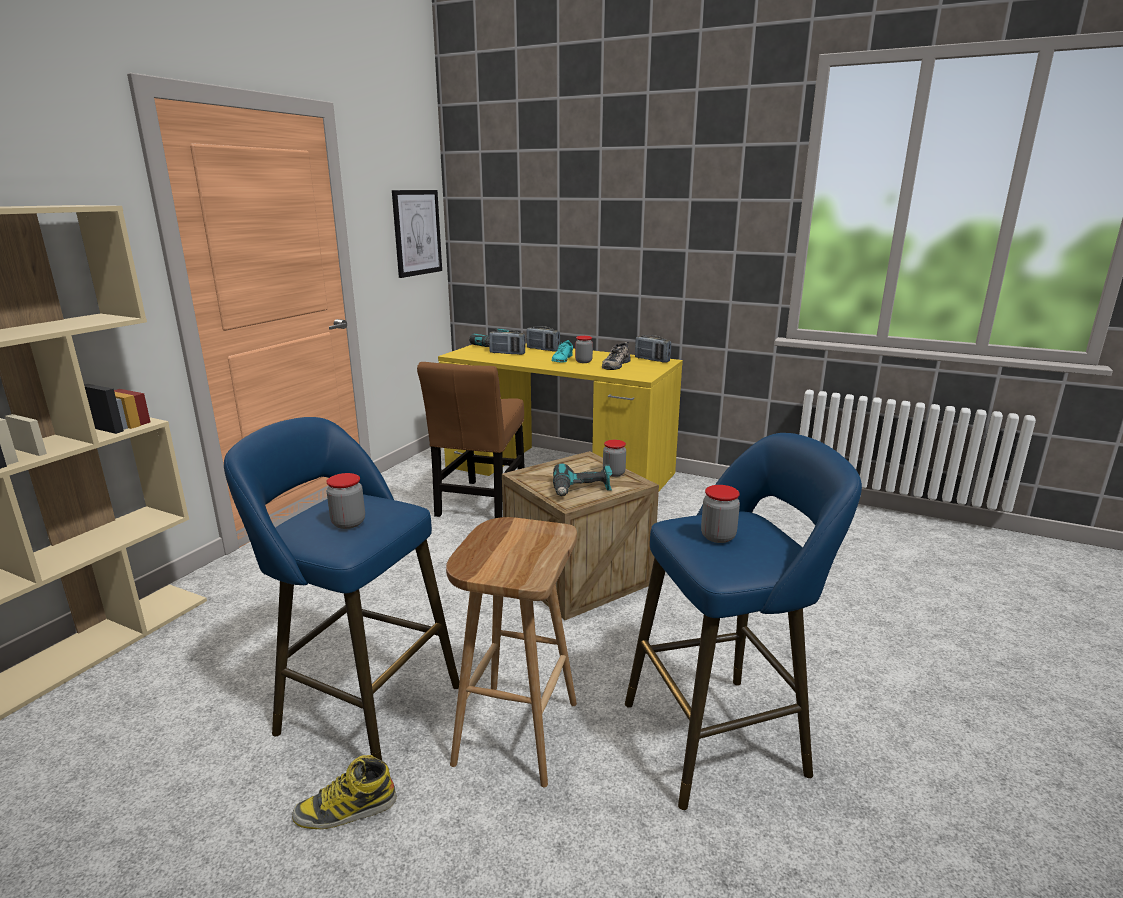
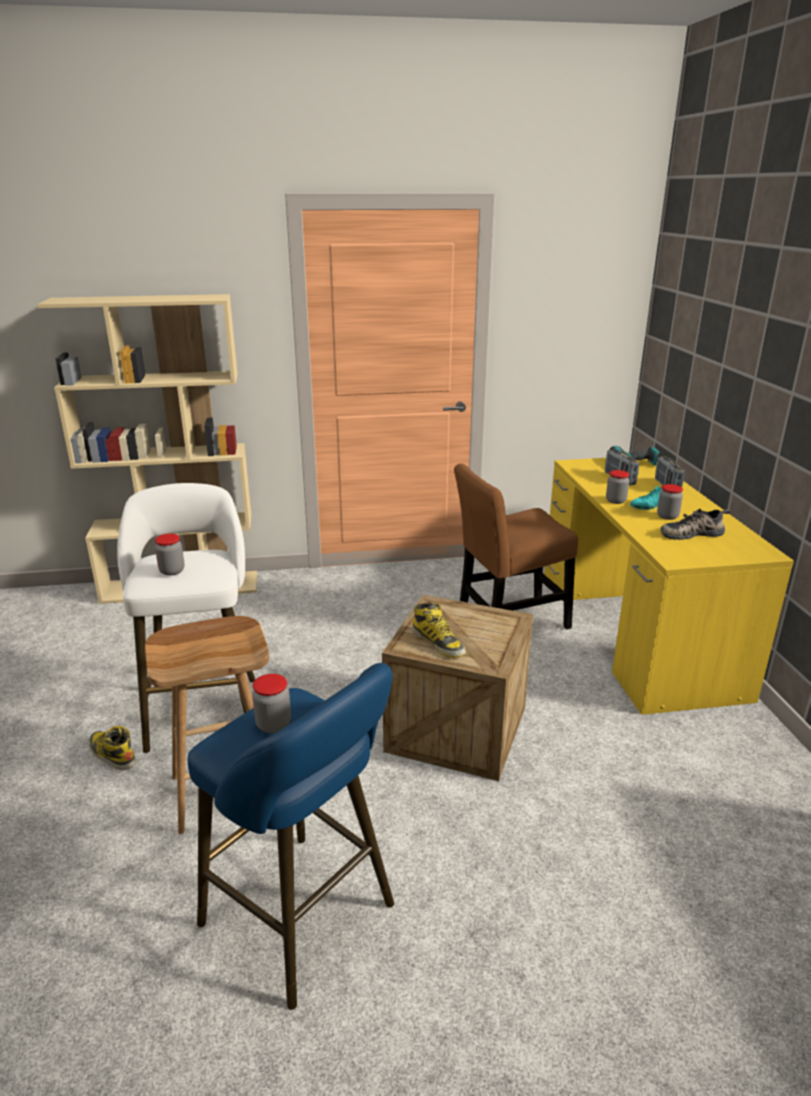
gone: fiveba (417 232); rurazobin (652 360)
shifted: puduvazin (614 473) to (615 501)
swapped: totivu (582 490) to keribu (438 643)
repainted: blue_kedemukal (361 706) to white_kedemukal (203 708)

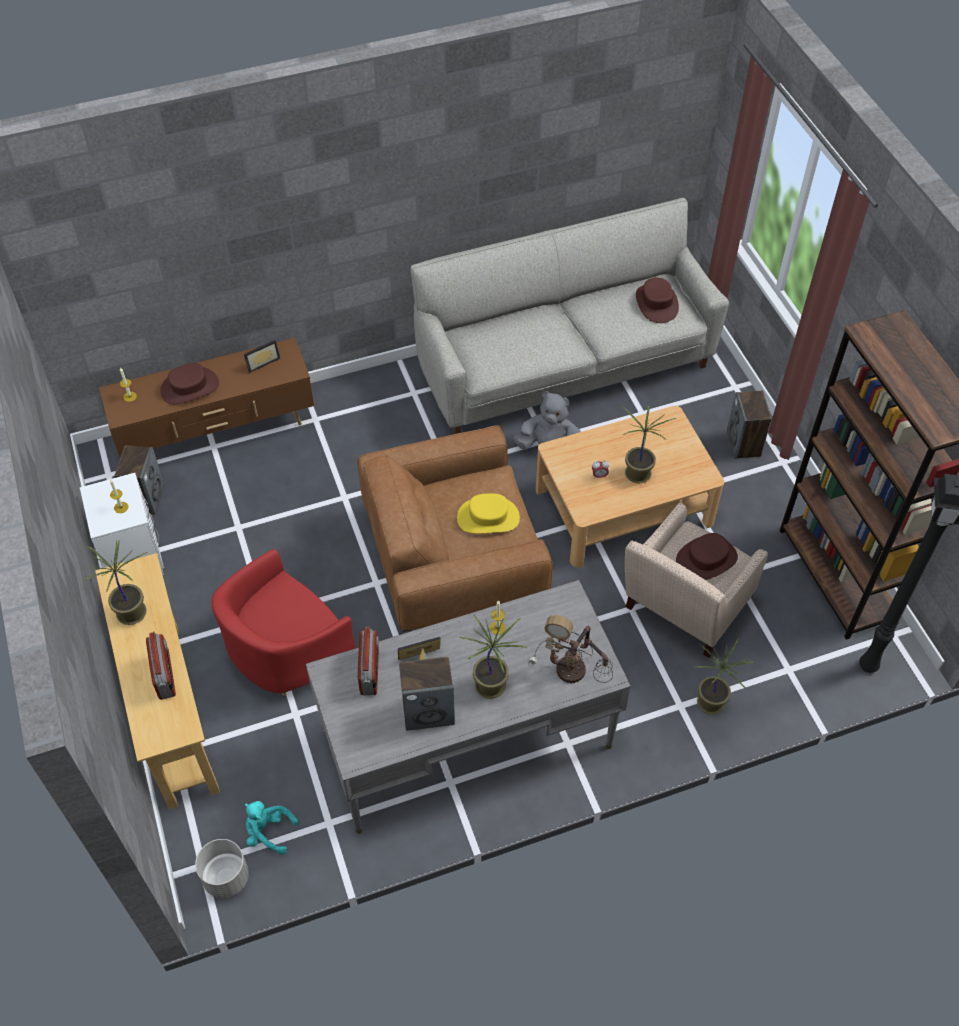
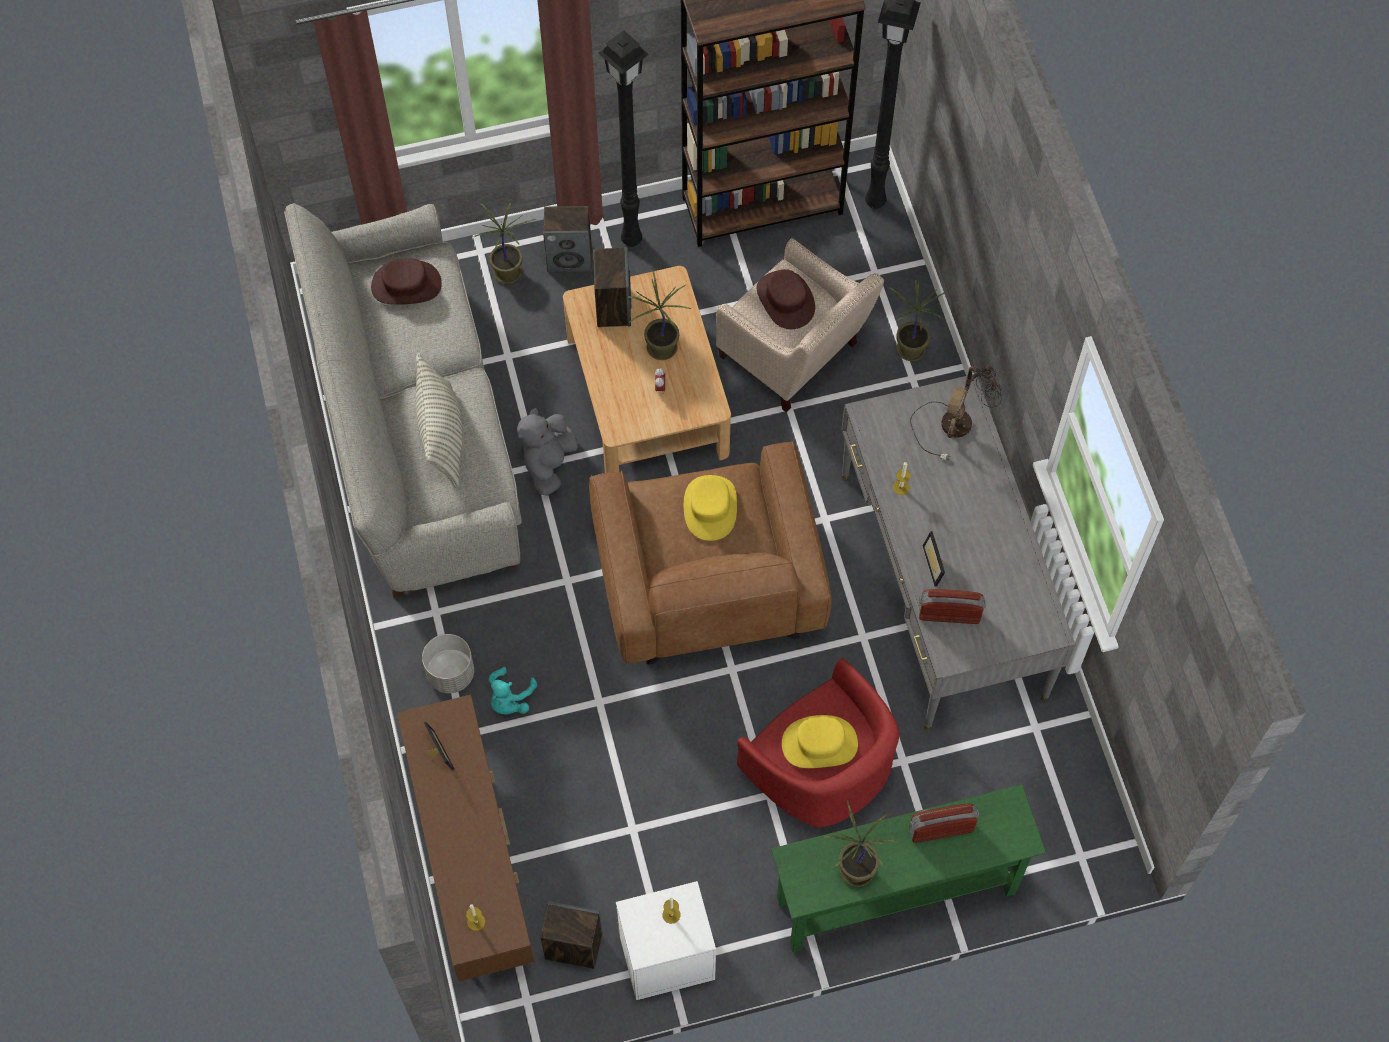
gone: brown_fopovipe (189 387)
new: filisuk (442 435); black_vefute (633 240); yellow_fopovipe (819 743)
shifted: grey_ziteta (226 877) to (450 674); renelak (491 685) to (507 271); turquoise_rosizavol (268 832) to (510 700); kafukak (429 711) to (613 307)
repainted: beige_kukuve (172 714) to green_kukuve (896 896)

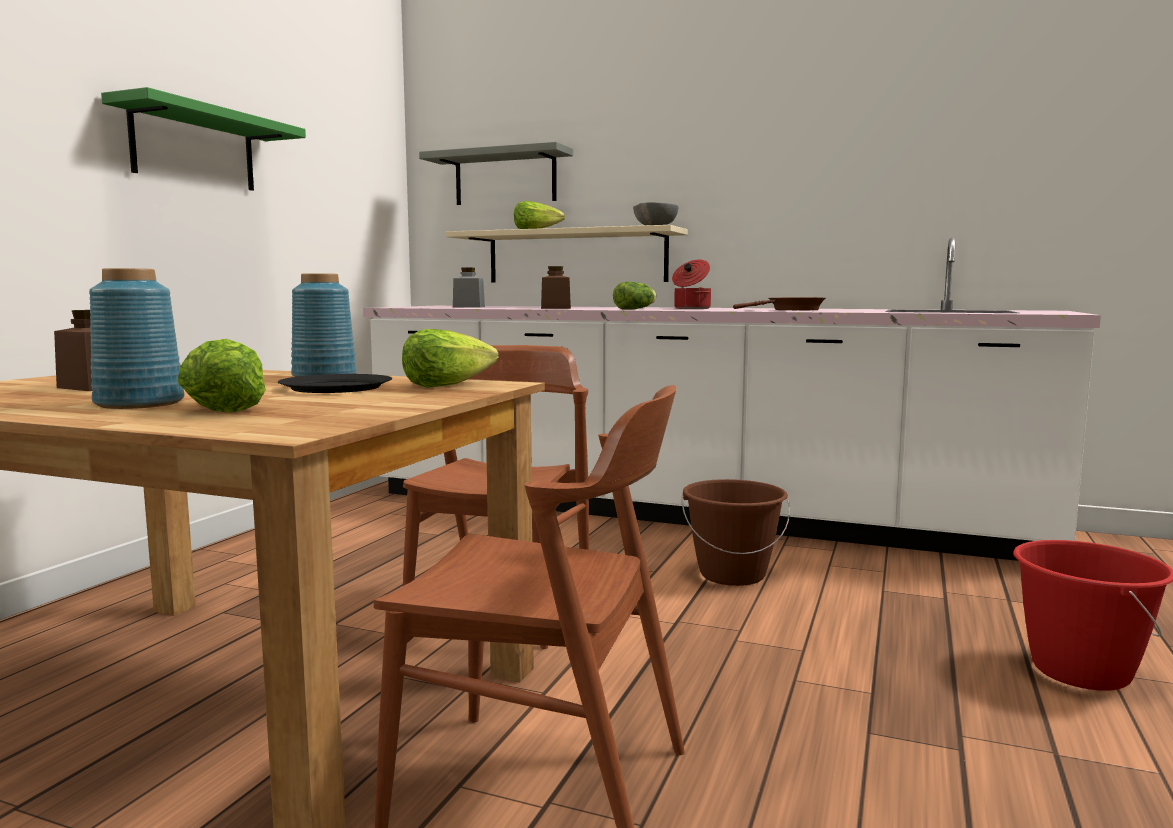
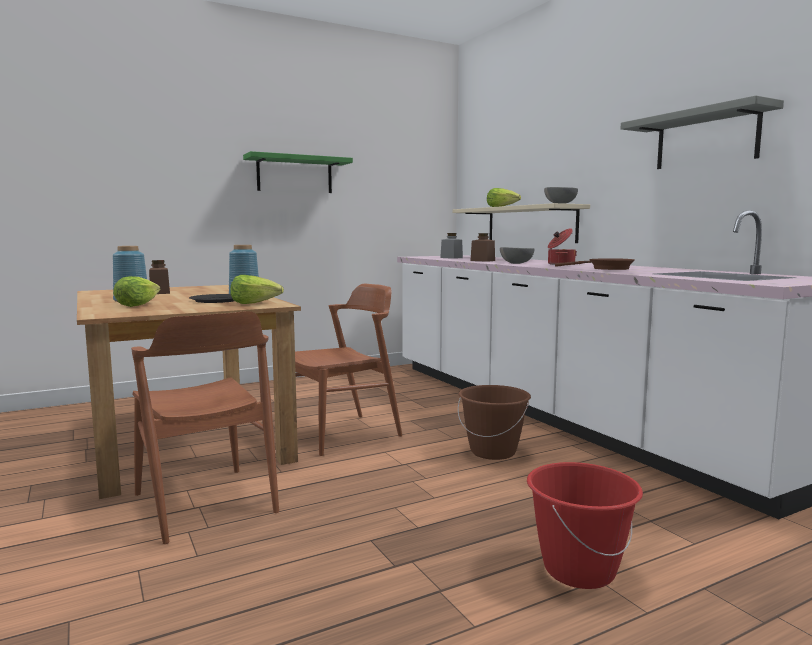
shifted: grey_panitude (505 178) to (706 139)
swapped: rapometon (636 309) to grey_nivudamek (515 263)

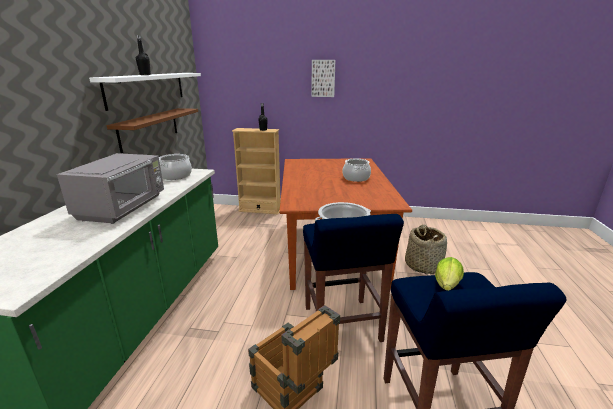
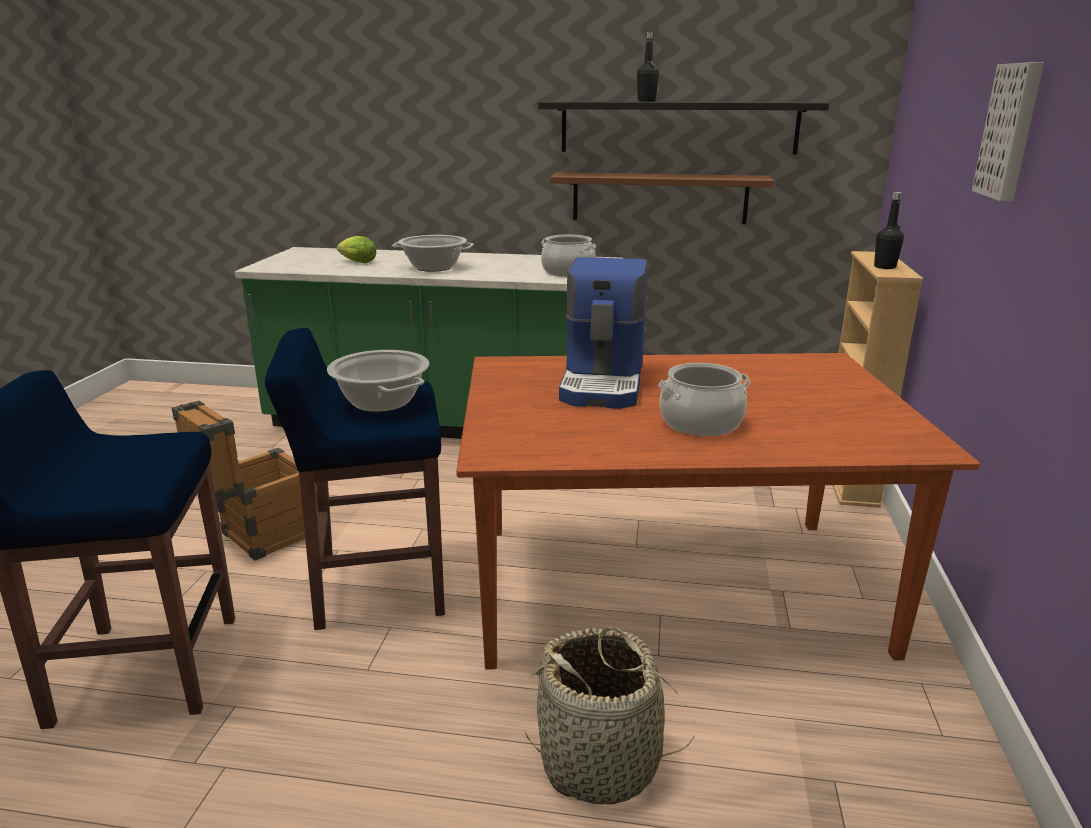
new: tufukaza (604 383)
shifted: rapometon (446 286) to (356 262)
swapped: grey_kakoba (123 208) to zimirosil (434 267)
repainted: white_panitude (147 88) to black_panitude (678 127)

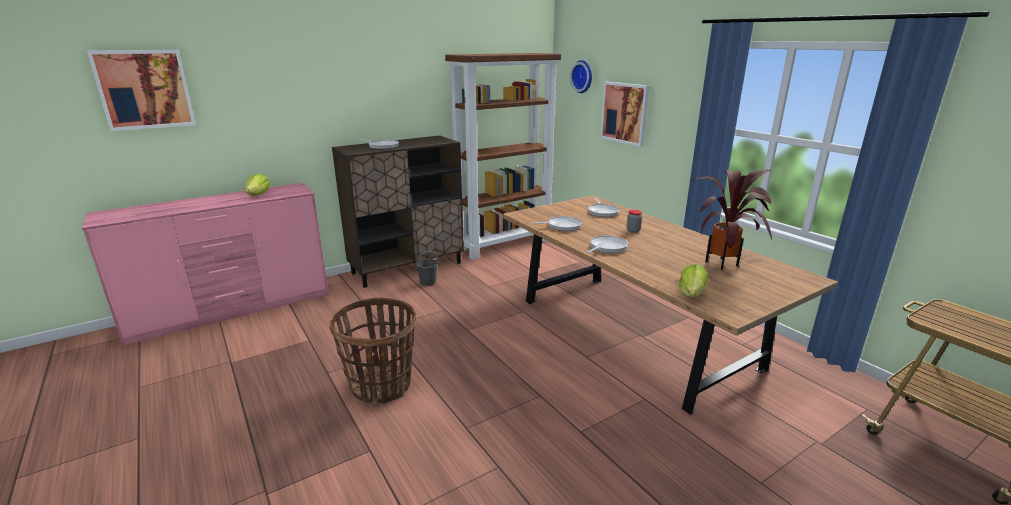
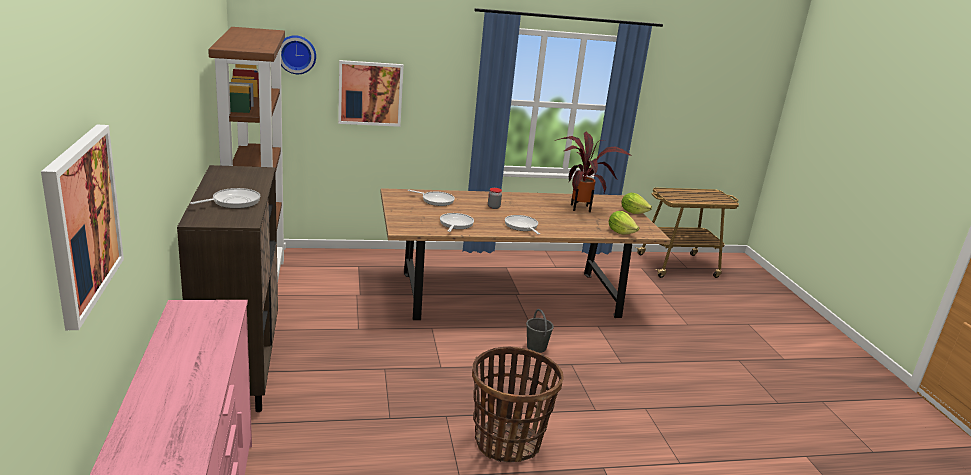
shifted: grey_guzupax (428 282) to (536 347); rapometon (259 195) to (633 212)

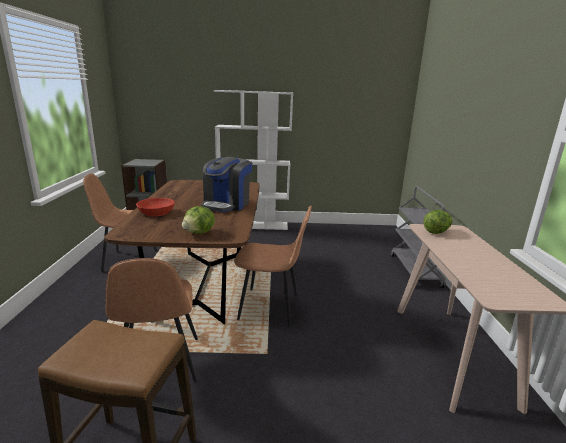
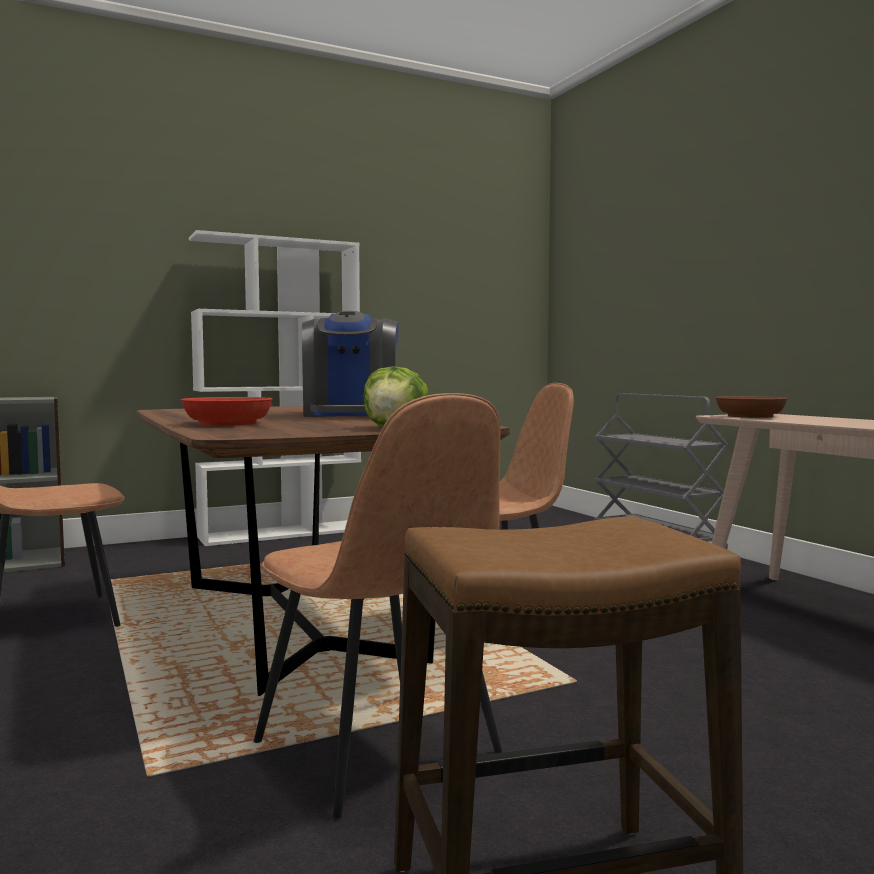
swapped: rapometon (436 232) to brown_nivudamek (749 416)

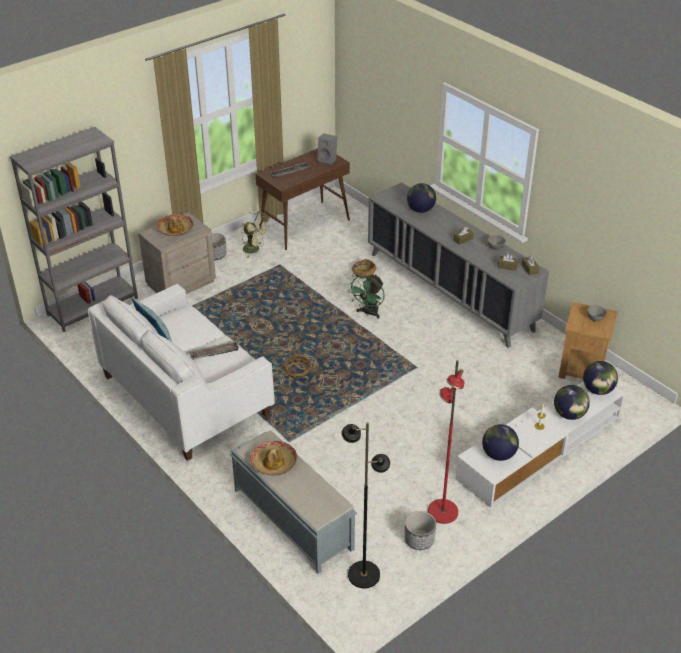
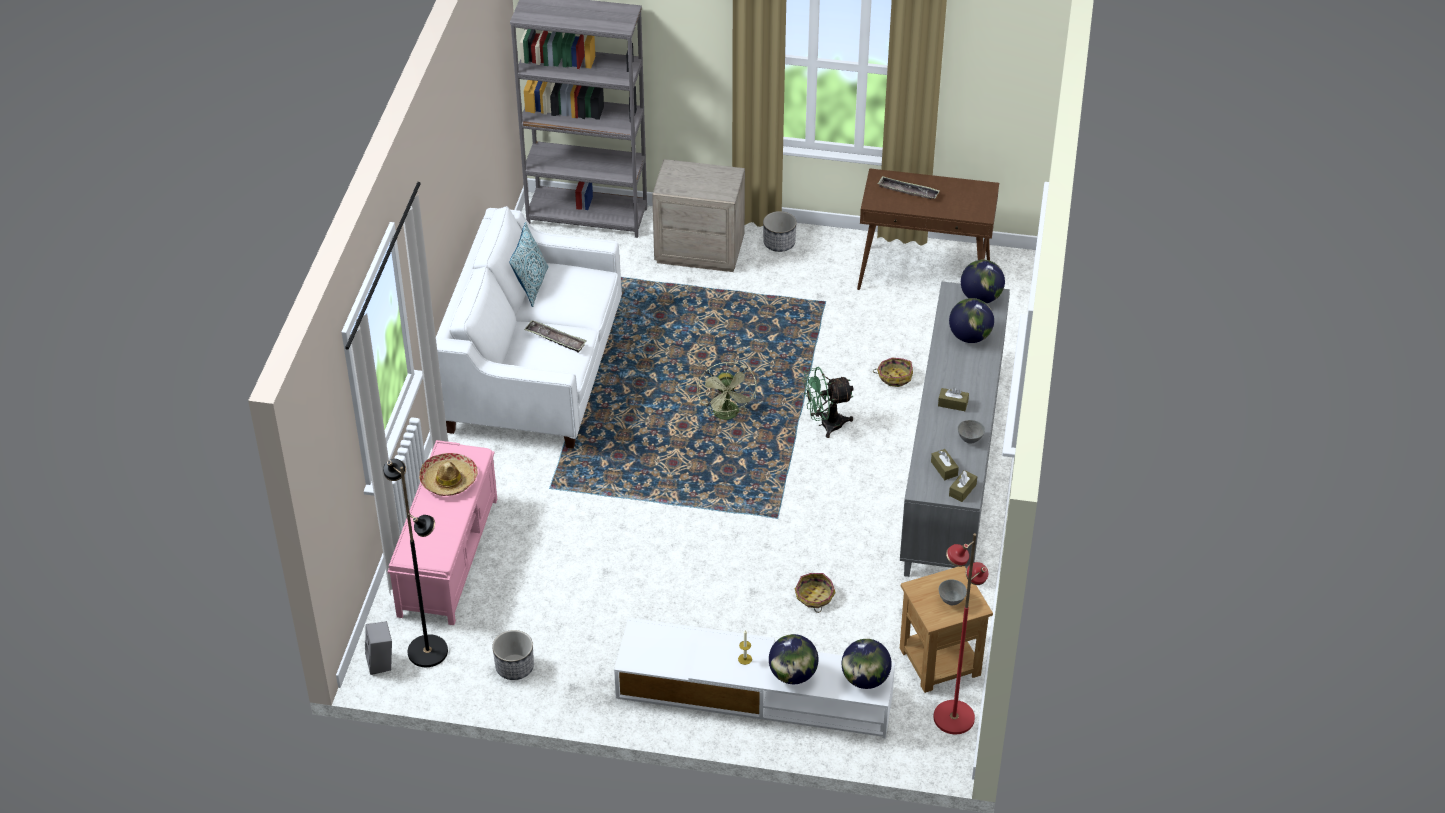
gone: fopovipe (175 229)
shifted: grey_kafukak (328 160) to (382 663); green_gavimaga (254 250) to (727 415); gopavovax (297 371) to (814 597); red_vefute (442 512) to (953 717); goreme (498 454) to (981 297)
repainted: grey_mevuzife (292 518) to pink_mevuzife (448 555)

